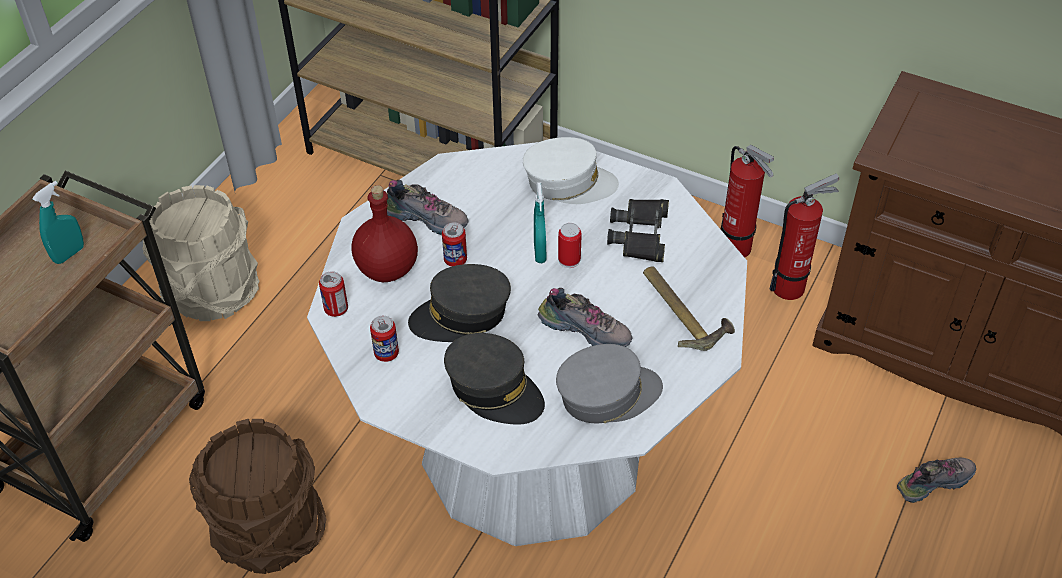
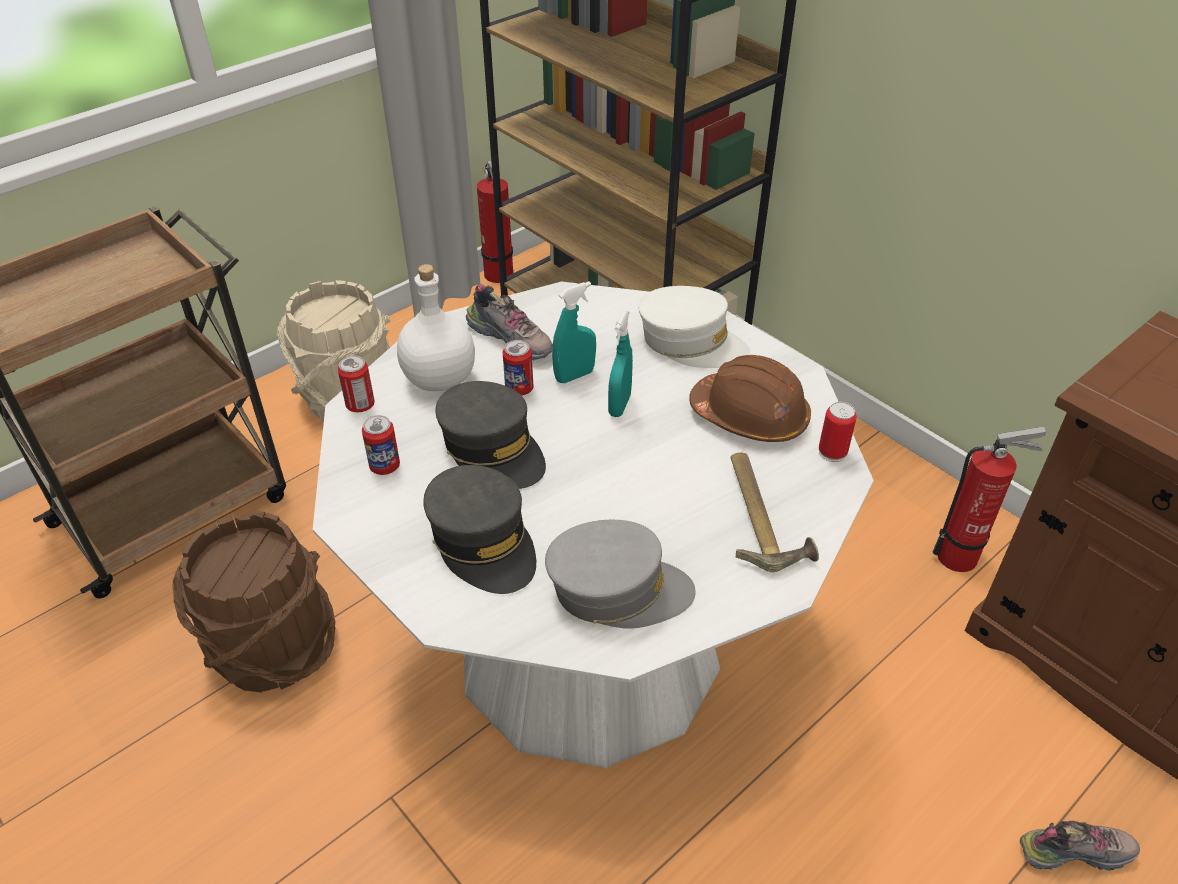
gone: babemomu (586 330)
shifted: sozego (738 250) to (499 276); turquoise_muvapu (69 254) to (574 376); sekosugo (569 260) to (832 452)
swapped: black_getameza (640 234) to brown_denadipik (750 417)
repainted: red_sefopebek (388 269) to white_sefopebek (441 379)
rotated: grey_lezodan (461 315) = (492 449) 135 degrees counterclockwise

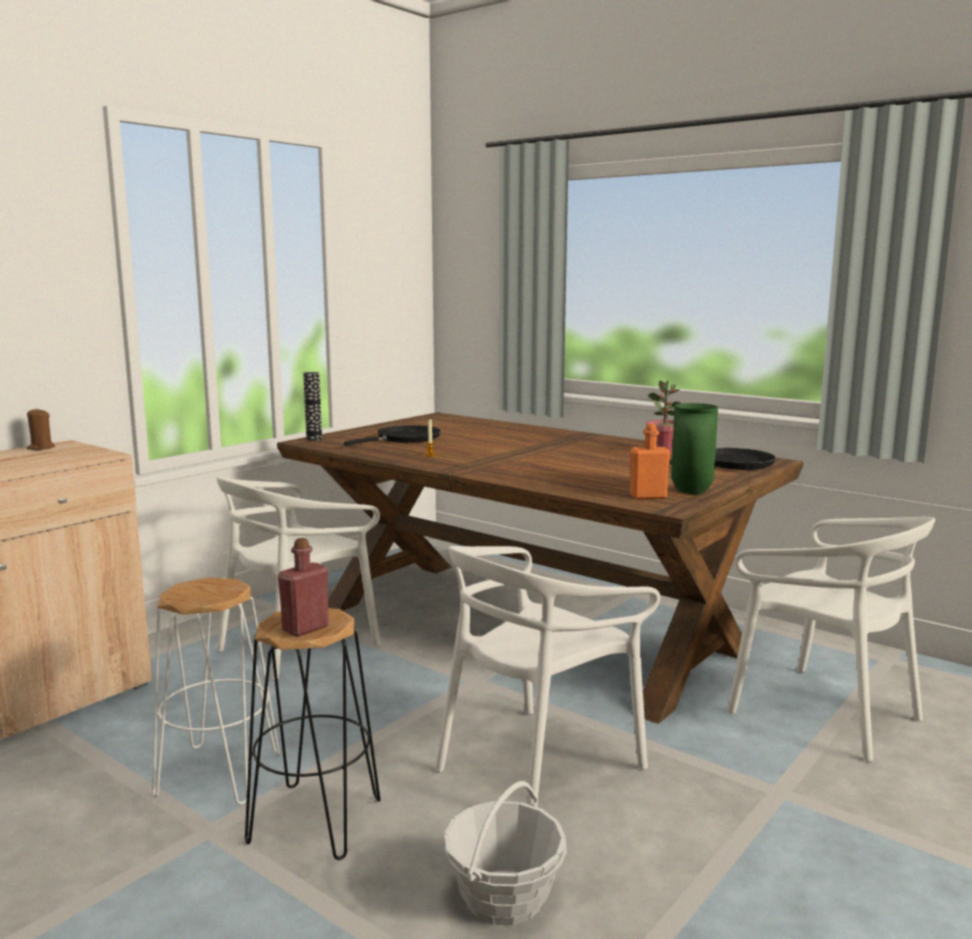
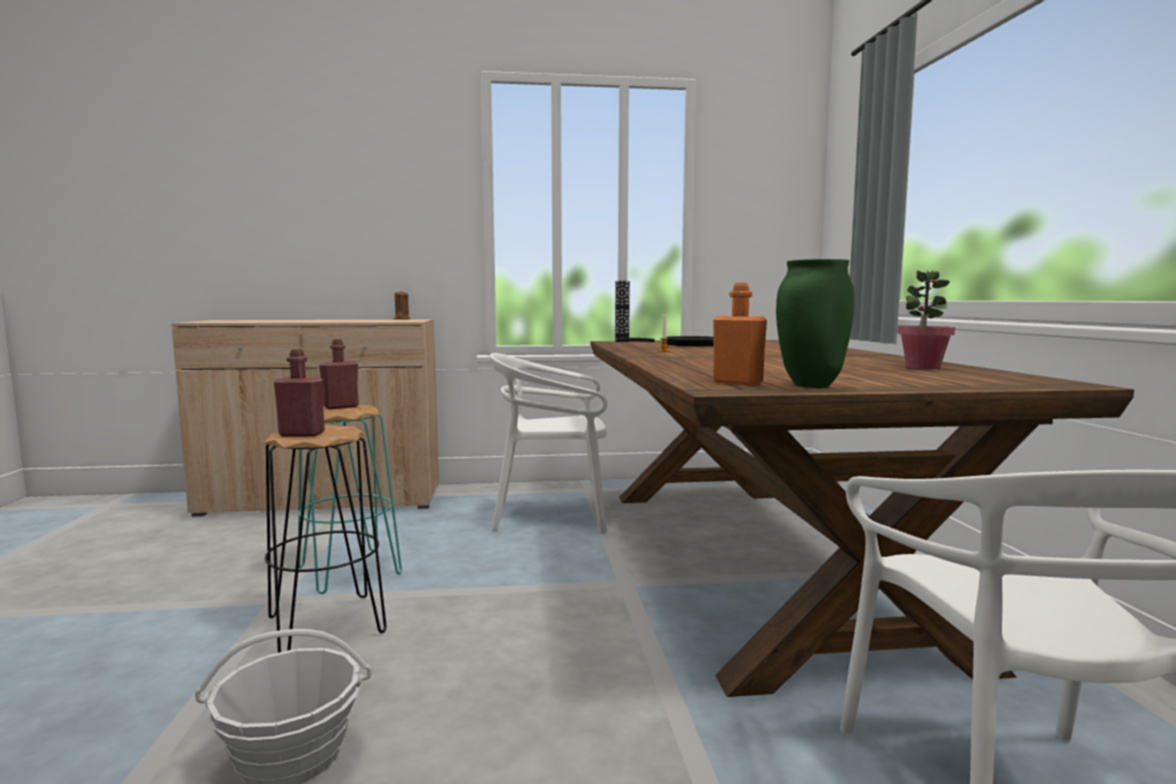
gone: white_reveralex (537 764); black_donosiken (731 464)
new: red_sefopebek (340 407)
repainted: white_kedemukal (219 774) to turquoise_kedemukal (350 571)

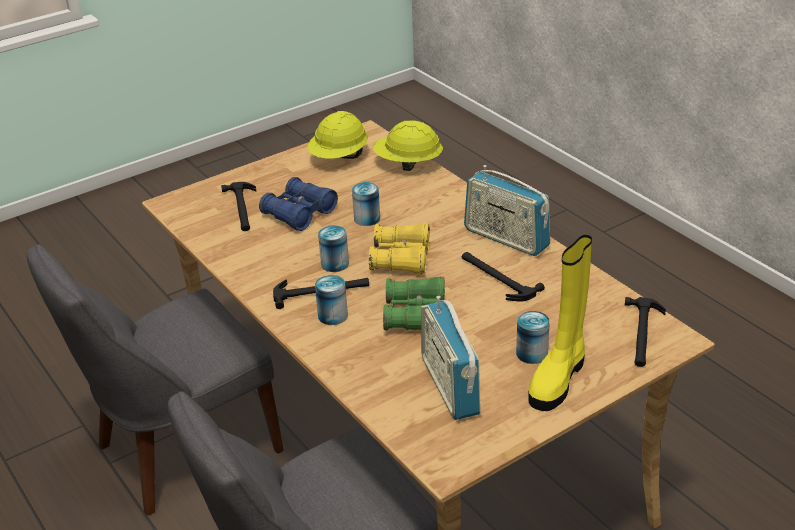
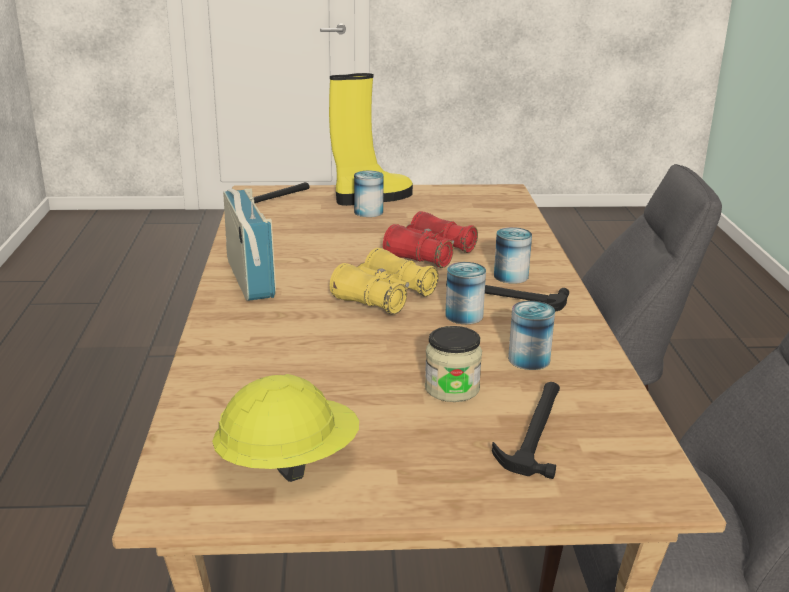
gone: yellow_denadipik (408 164); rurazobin (450 386); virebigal (496 278)
shifted: sekosugo (367 218) to (529 359)
swapped: blue_getameza (299 213) to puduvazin (452 388)
repainted: green_getameza (415 315) to red_getameza (430 254)

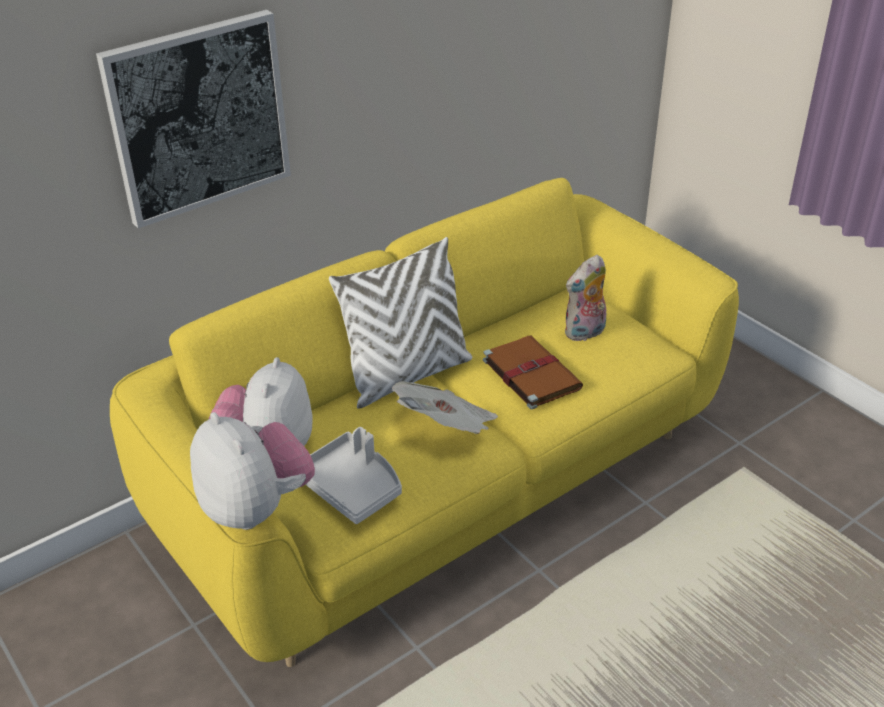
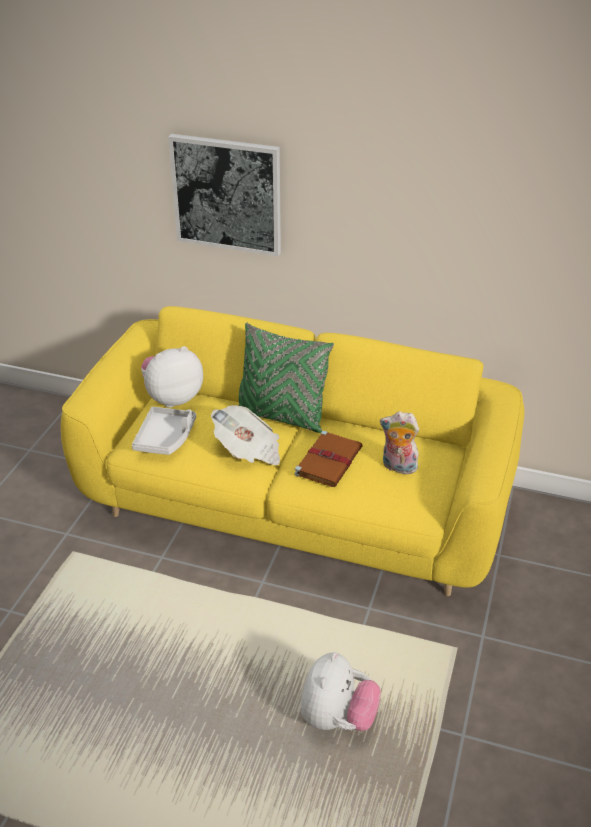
shifted: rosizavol (256 508) to (337 718)
repainted: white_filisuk (407 375) to green_filisuk (281 416)

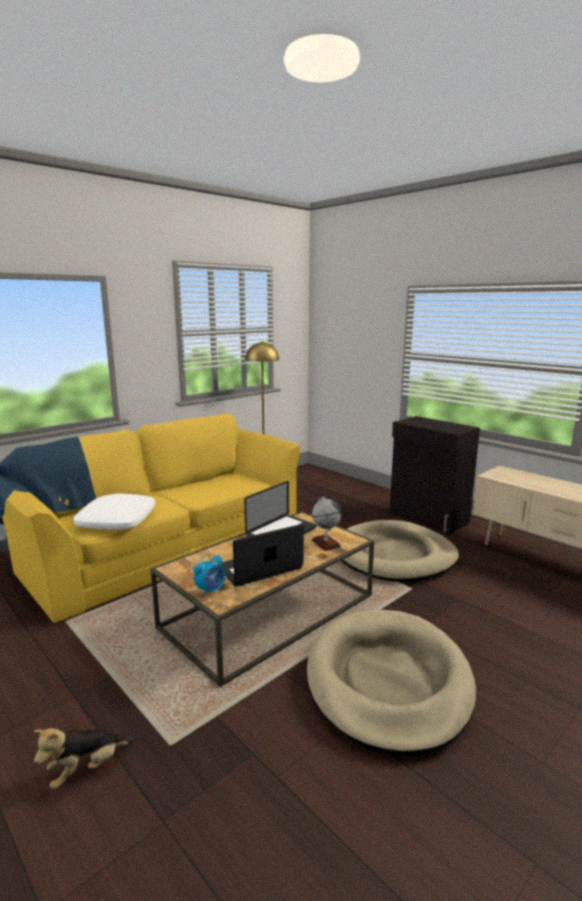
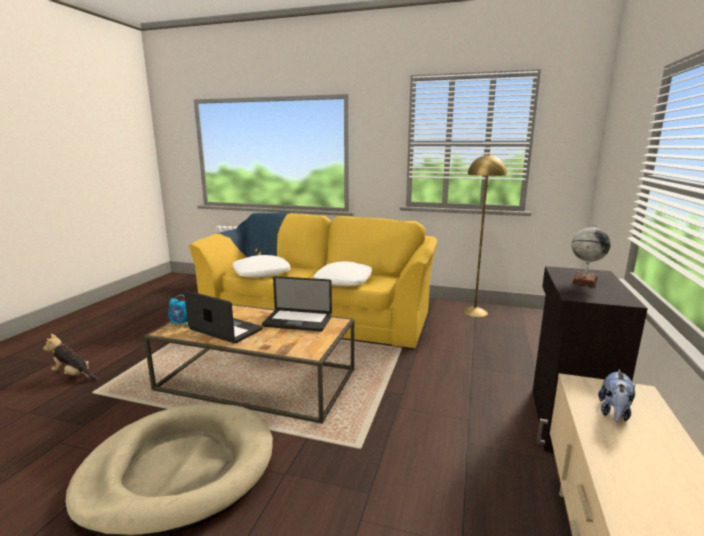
gone: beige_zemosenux (394 555)
new: white_filisuk (344 282); rosizavol (614 413)
shifted: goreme (325 543) to (584 280)

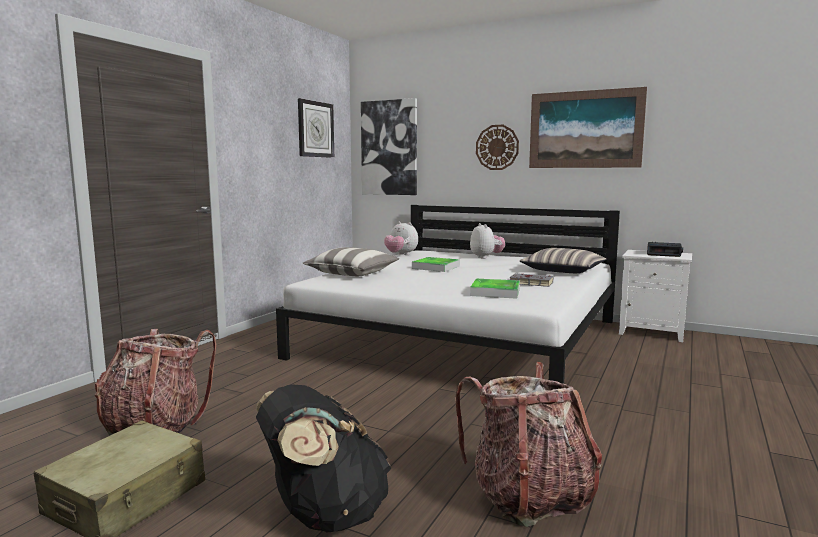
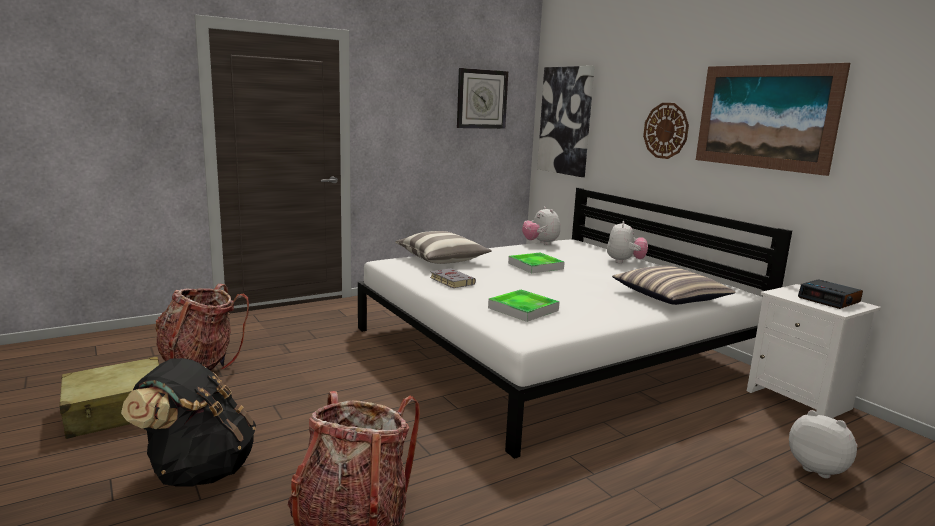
new: rosizavol (819 469)
shifted: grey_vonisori (529 283) to (451 281)

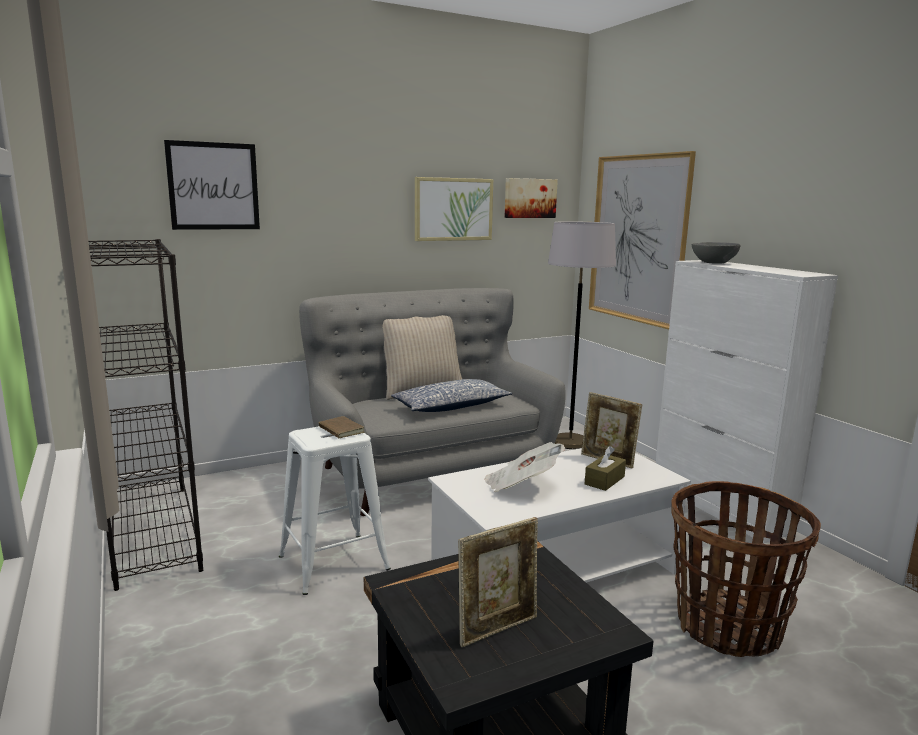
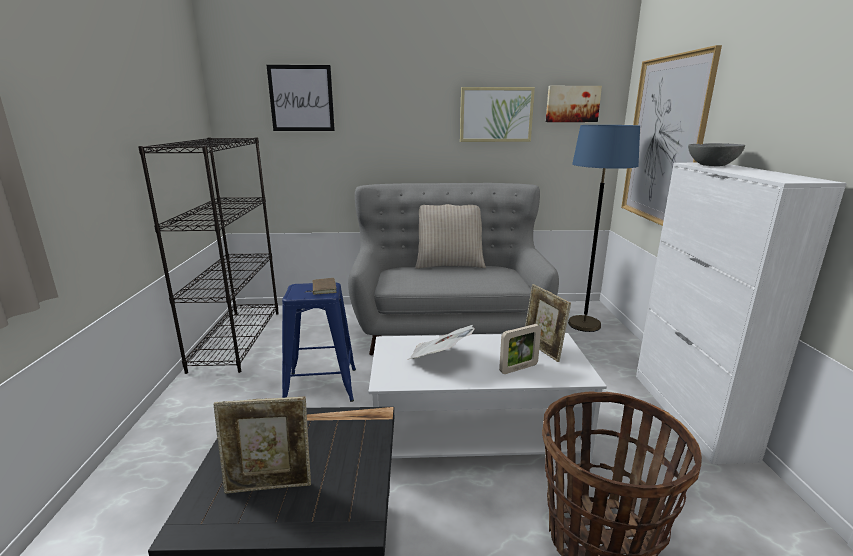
gone: filisuk (450 407)
swapped: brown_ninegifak (604 480) to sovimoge (518 368)
repainted: white_kedemukal (332 563) to blue_kedemukal (320 386); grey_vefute (570 442) to blue_vefute (584 325)

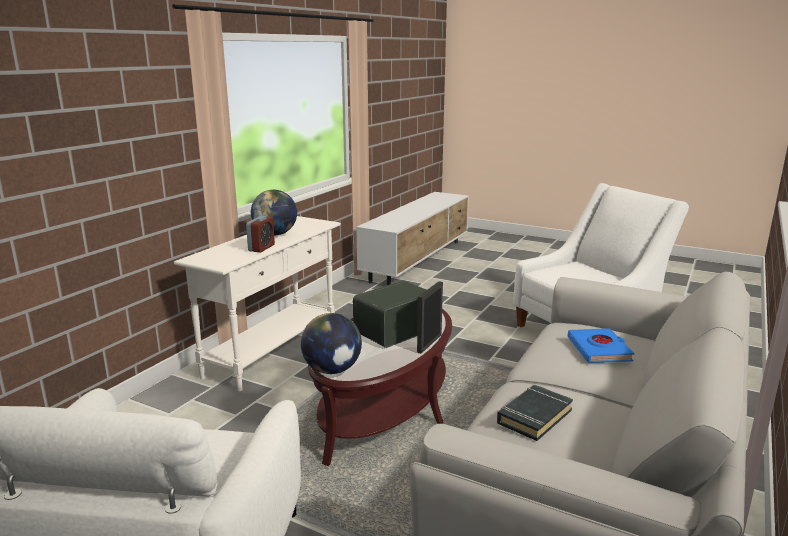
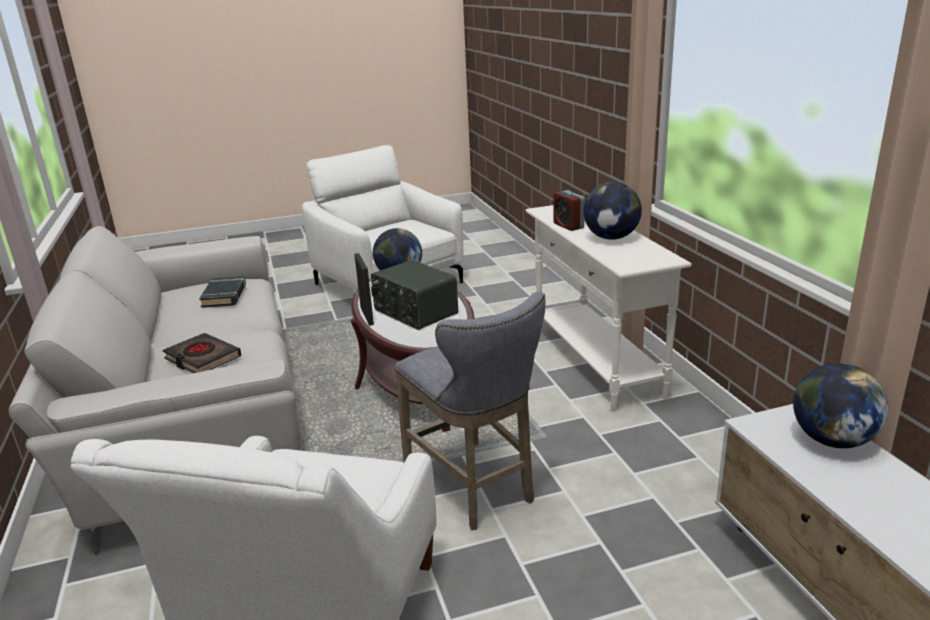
new: grey_kedemukal (474 488); goreme (832 440)
repainted: blue_vonisori (599 350) to black_vonisori (202 358)
rotated: rurazobin (394 330) = (414 313) 135 degrees clockwise

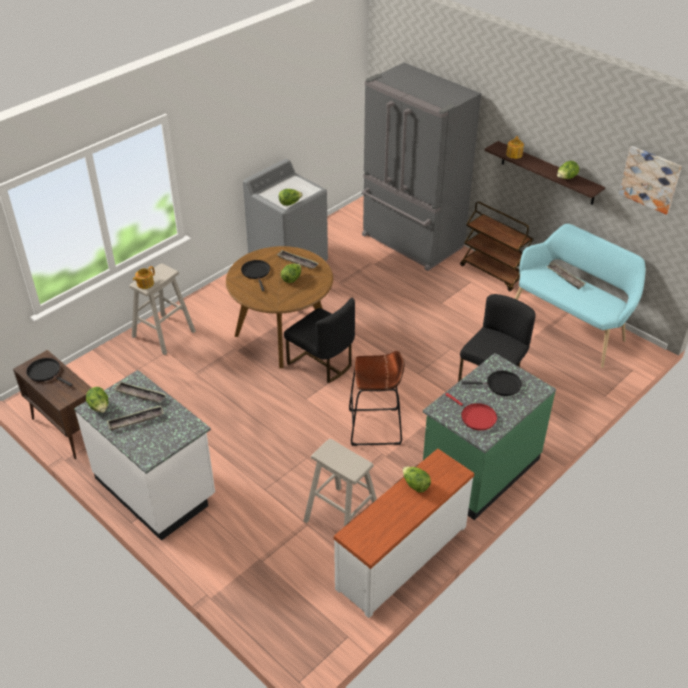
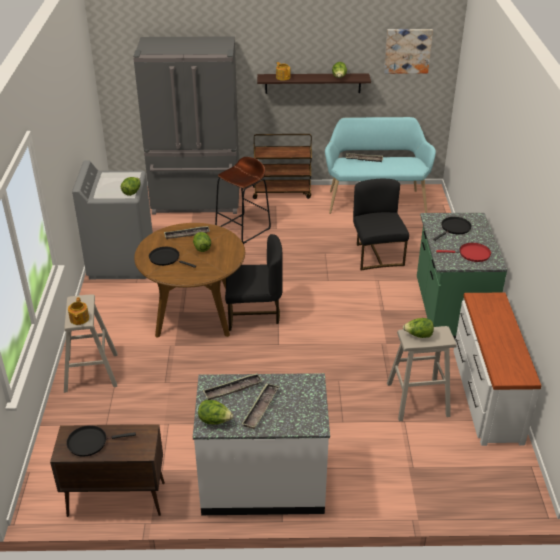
shifted: brown_kedemukal (375 427) to (243 229); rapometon (415 485) to (418 335)

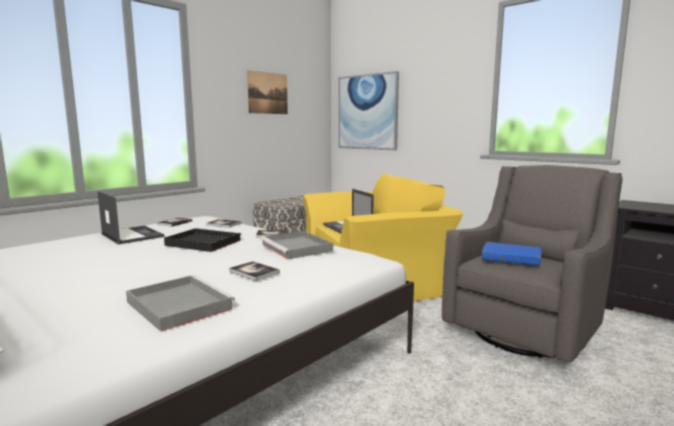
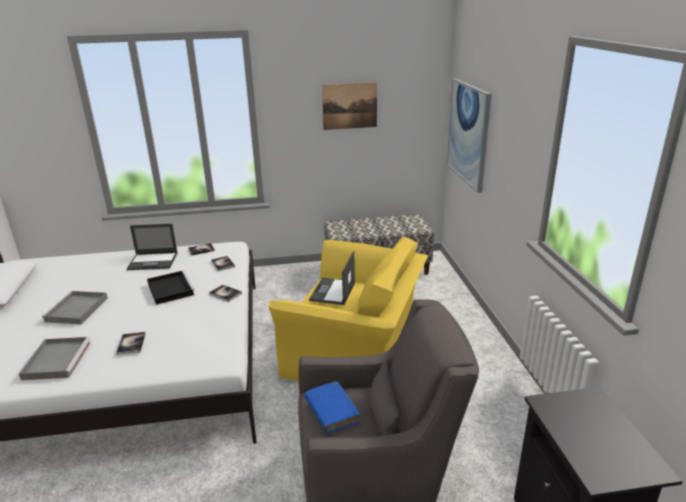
shifted: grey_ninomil (297 248) to (76 310)
rotated: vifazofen (131 235) = (153 261) 90 degrees clockwise

